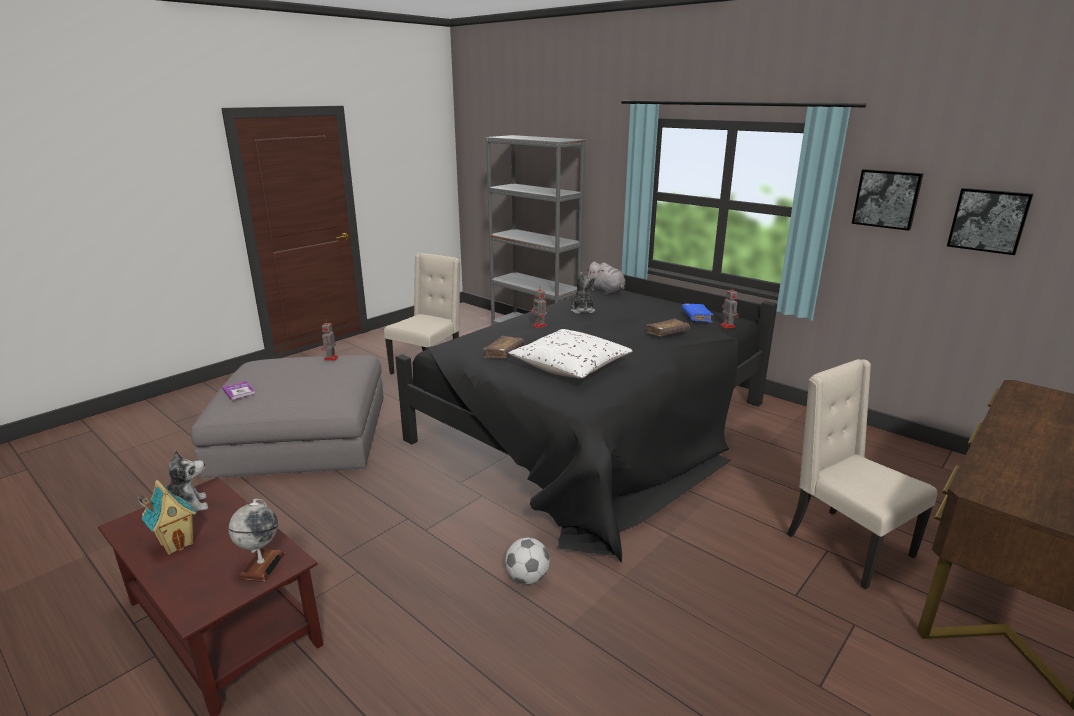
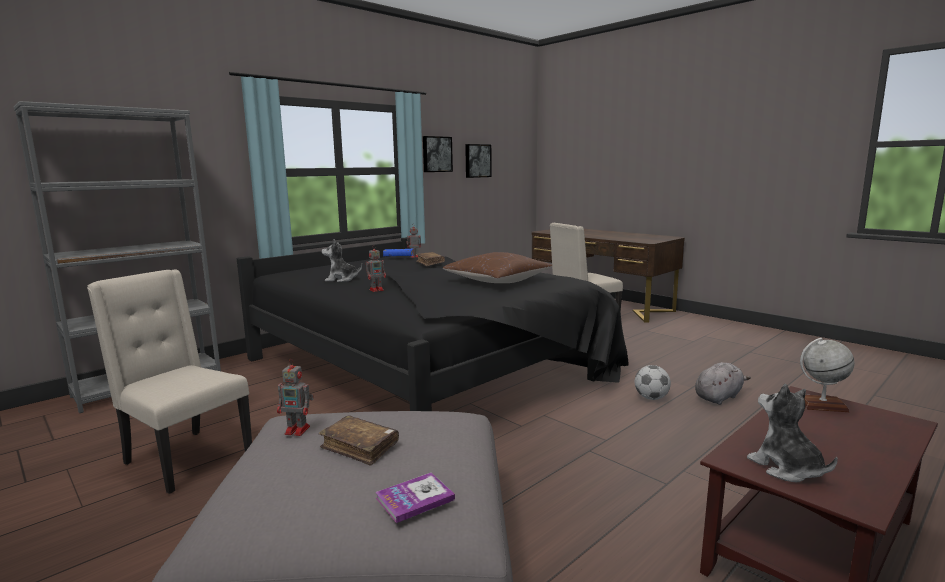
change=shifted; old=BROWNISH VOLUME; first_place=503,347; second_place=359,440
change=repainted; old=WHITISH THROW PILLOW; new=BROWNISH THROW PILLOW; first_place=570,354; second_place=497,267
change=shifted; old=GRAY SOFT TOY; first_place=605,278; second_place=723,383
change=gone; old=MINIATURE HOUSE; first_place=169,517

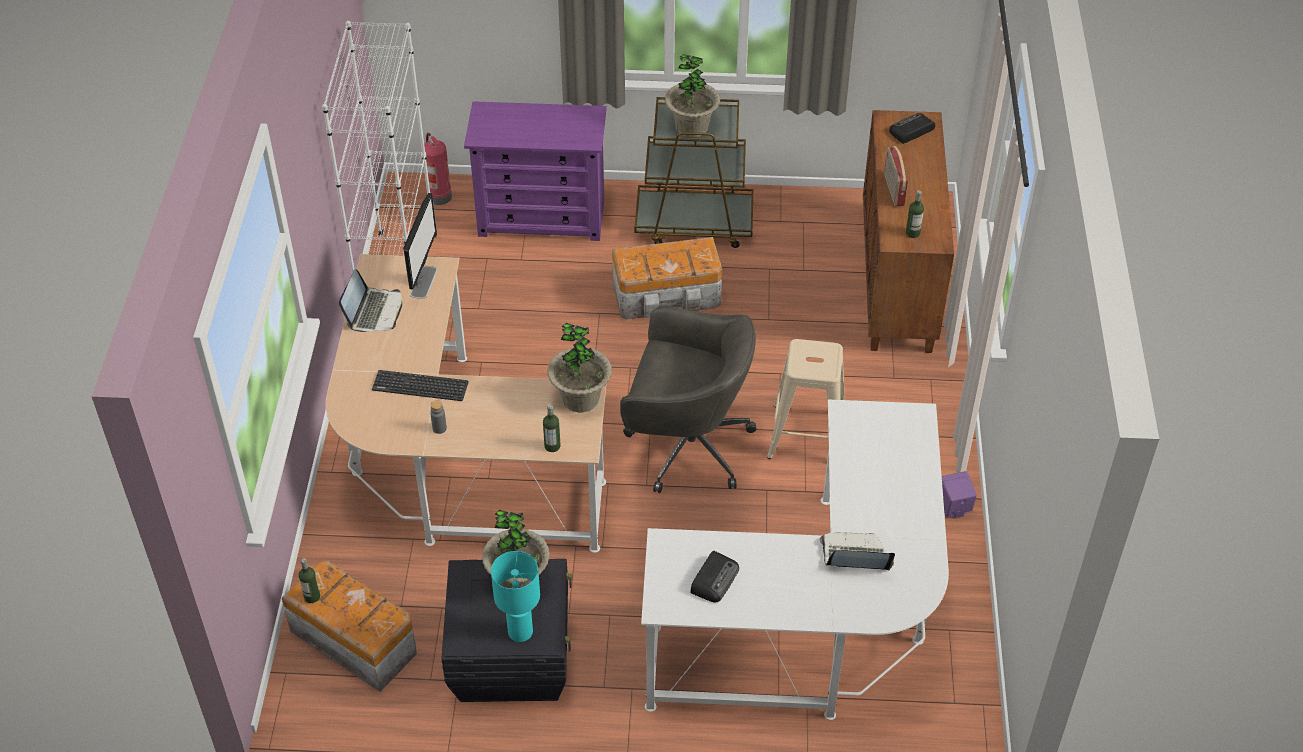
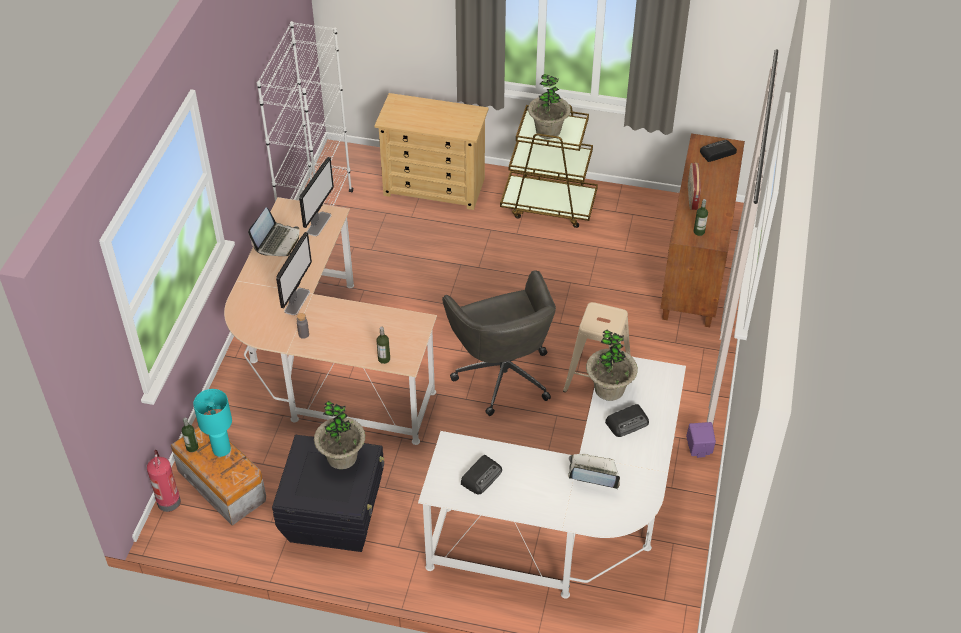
change=shifted; old=EXTINGUISHER; first_place=438,169; second_place=164,481
change=shifted; old=TURQUOISE-COLOURED TABLE LAMP; first_place=515,596; second_place=212,423
change=swapped; old=KEYBOARD; new=MONITOR; first_place=420,385; second_place=294,273
change=repainted; old=PURPLISH DRESSER; new=BEIGE-COLOURED DRESSER; first_place=535,171; second_place=431,151
change=rotated; old=GRAY COMPUTER CHAIR; first_place=688,399; second_place=499,343; degrees=45
change=shifted; old=PLANT IN A POT; first_place=579,367; second_place=612,365
change=new; new=RADIO SET; second_place=627,420
change=gone; old=STORAGE BIN; first_place=667,278

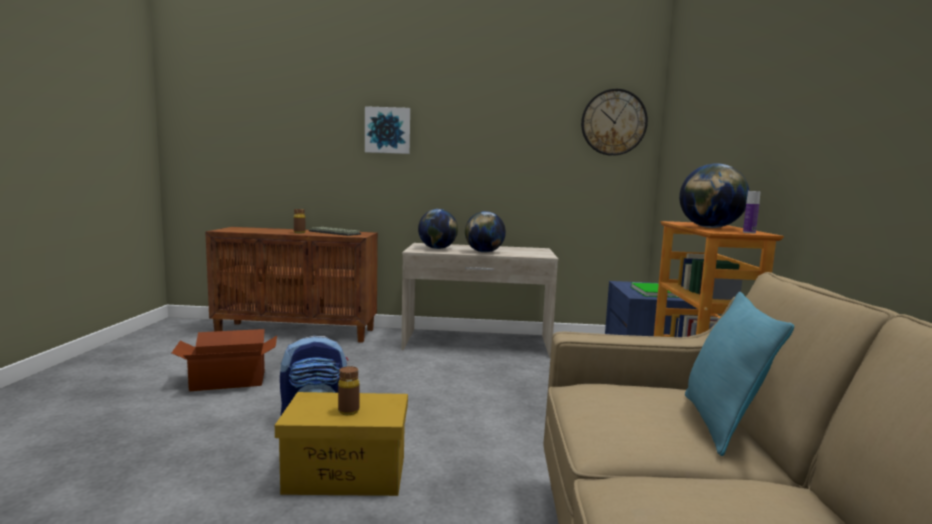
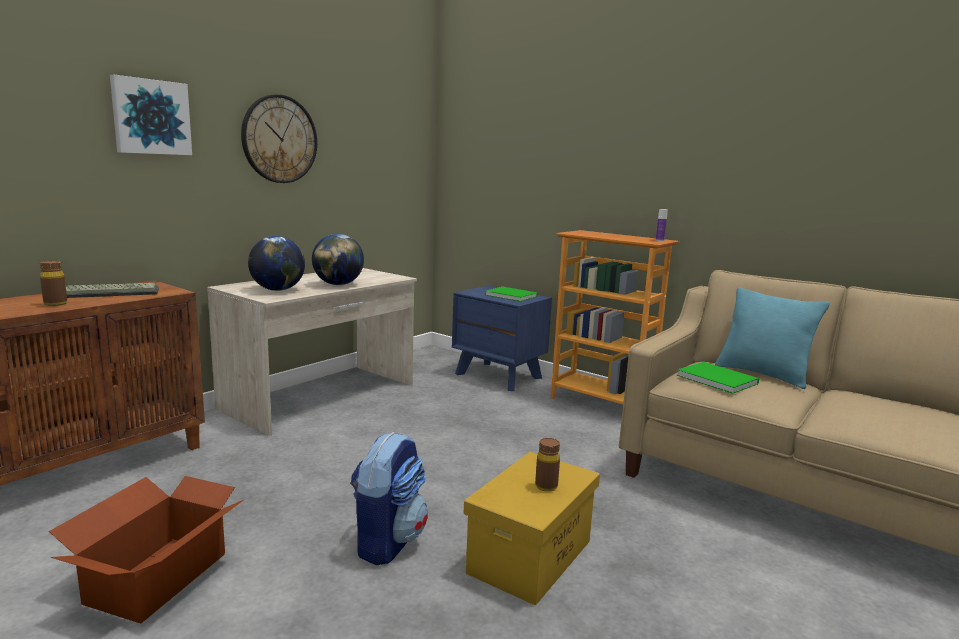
change=shifted; old=HANGING CLOCK; first_place=614,122; second_place=279,138
change=new; new=GREEN-COLOURED VOLUME; second_place=718,378
change=gone; old=GLOBE; first_place=714,195

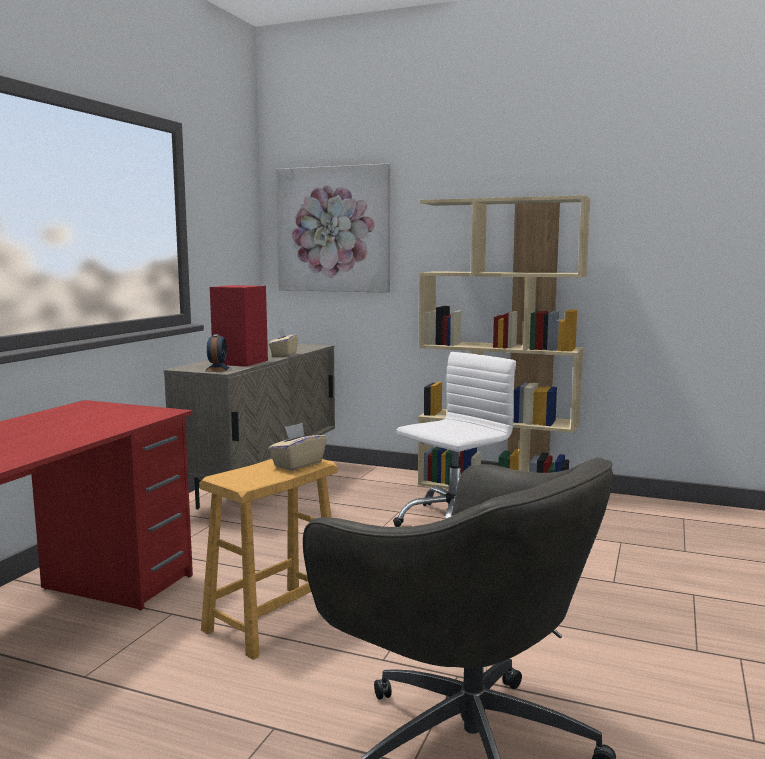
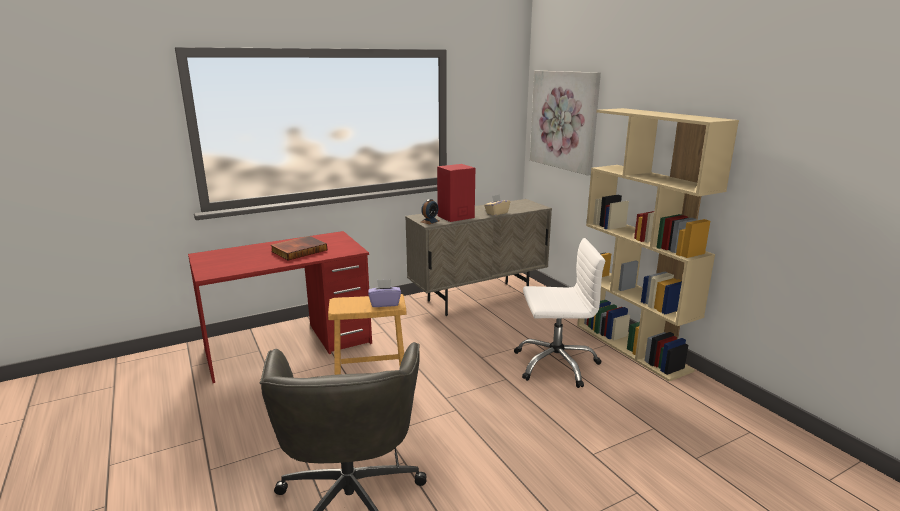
change=new; new=VOLUME; second_place=299,248
change=repainted; old=BEIGE-COLOURED BOX OF TISSUES; new=PURPLISH BOX OF TISSUES; first_place=297,447; second_place=384,293

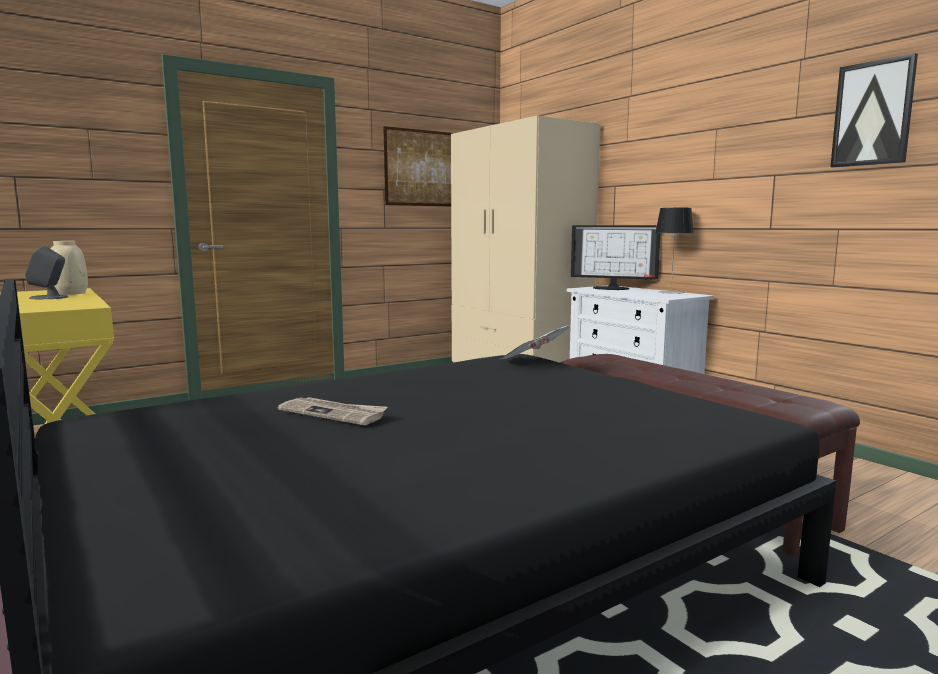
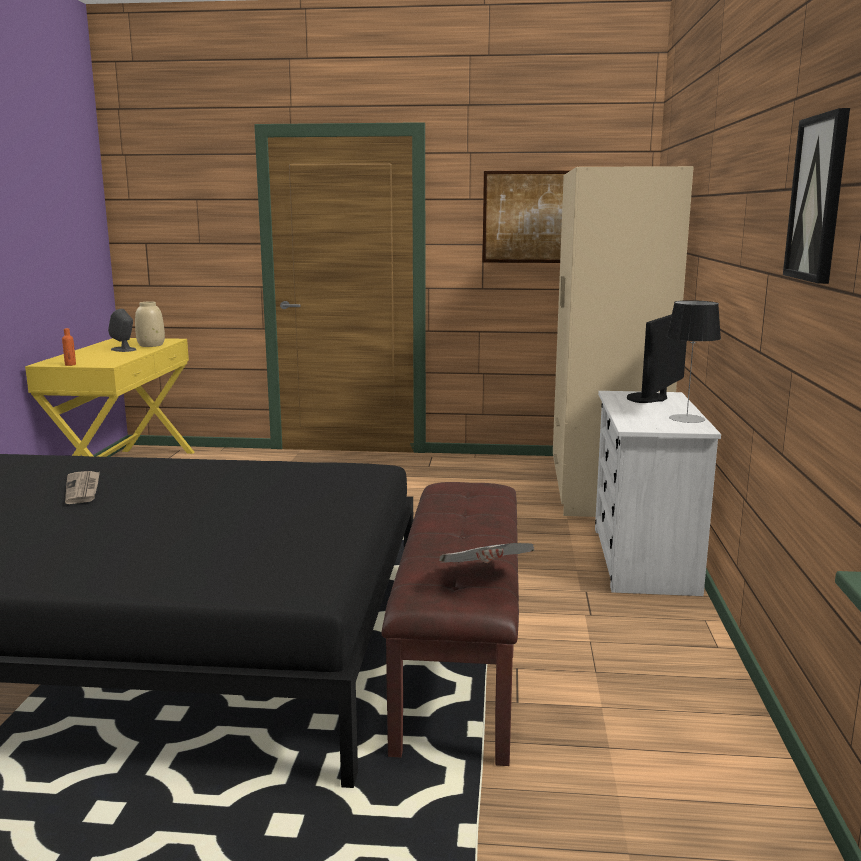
change=new; new=ORANGE BEVERAGE BOTTLE; second_place=69,347
change=shifted; old=DAILY PAPER; first_place=535,342; second_place=487,553
change=rotated; old=MONITOR; first_place=616,257; second_place=657,358; degrees=60

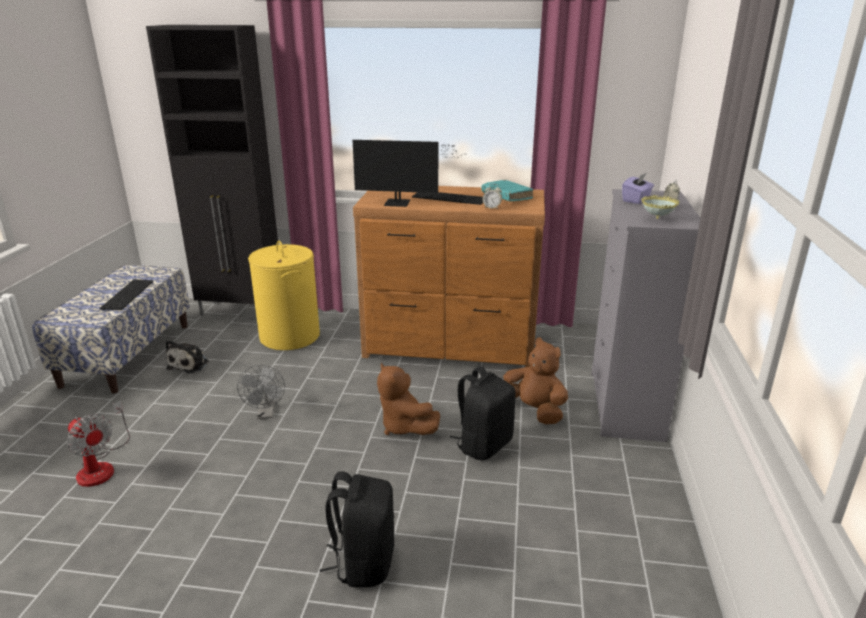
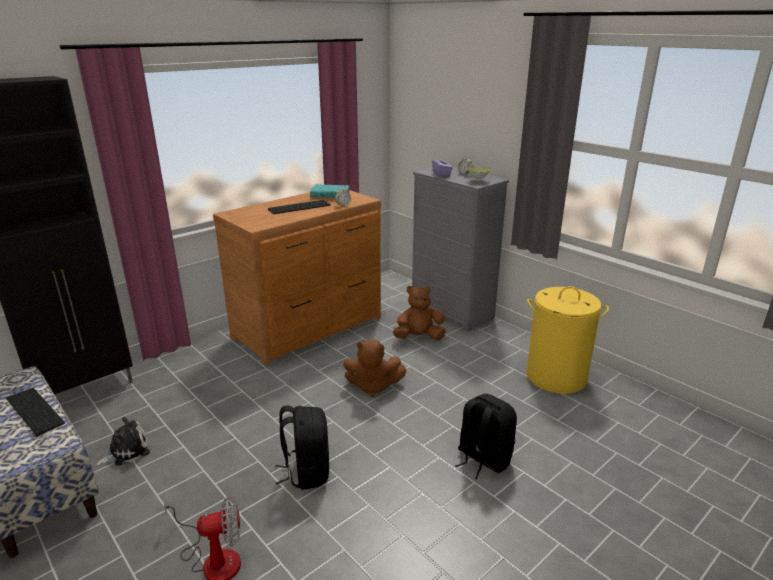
change=rotated; old=SOFT TOY; first_place=187,356; second_place=122,441; degrees=-90
change=shifted; old=BLACK-COLOURED BACKPACK; first_place=483,413; second_place=302,447
change=shifted; old=YELLOW LAUNDRY BASKET; first_place=284,295; second_place=567,340
change=gone; old=GRAY ELECTRIC FAN; first_place=261,392
change=gone; old=MONITOR; first_place=410,173

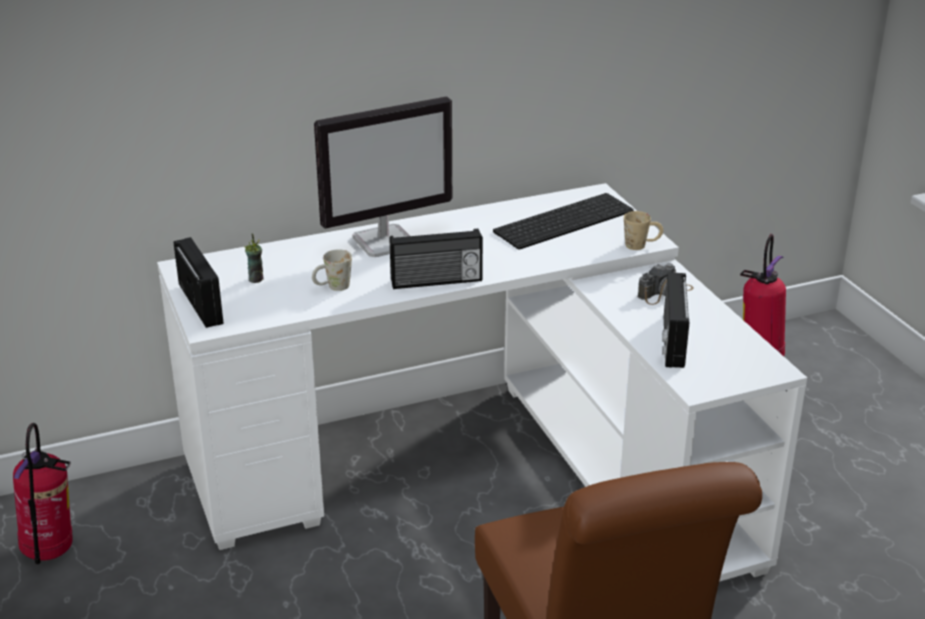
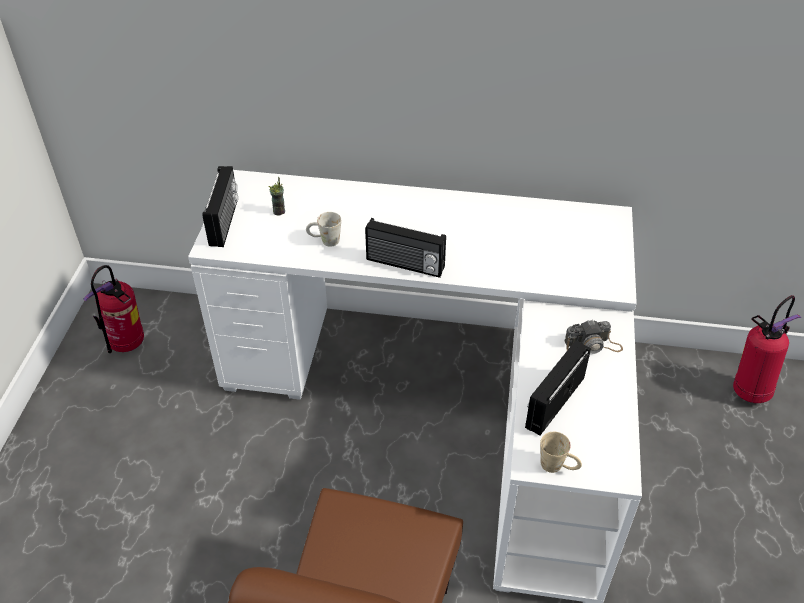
change=shifted; old=BEIGE-COLOURED COFFEE MUG; first_place=643,230; second_place=561,452
change=gone; old=MONITOR; first_place=383,176
change=gone; old=KEYBOARD; first_place=563,221

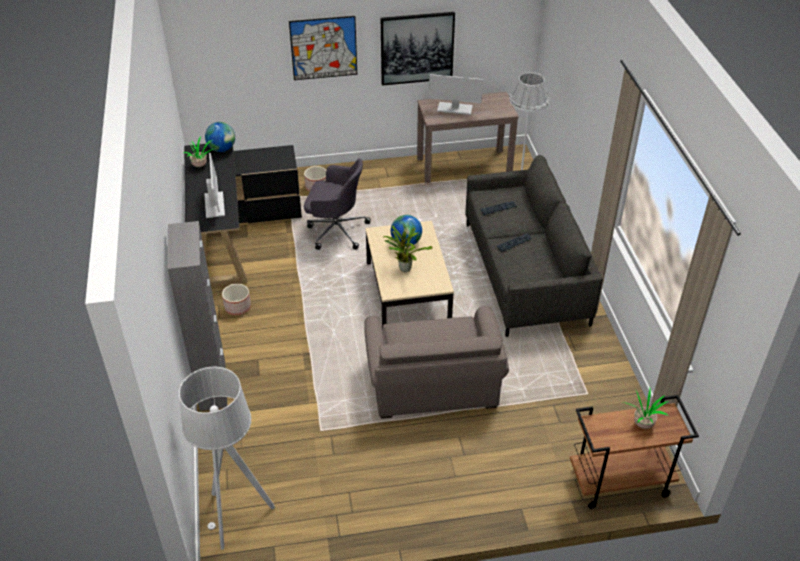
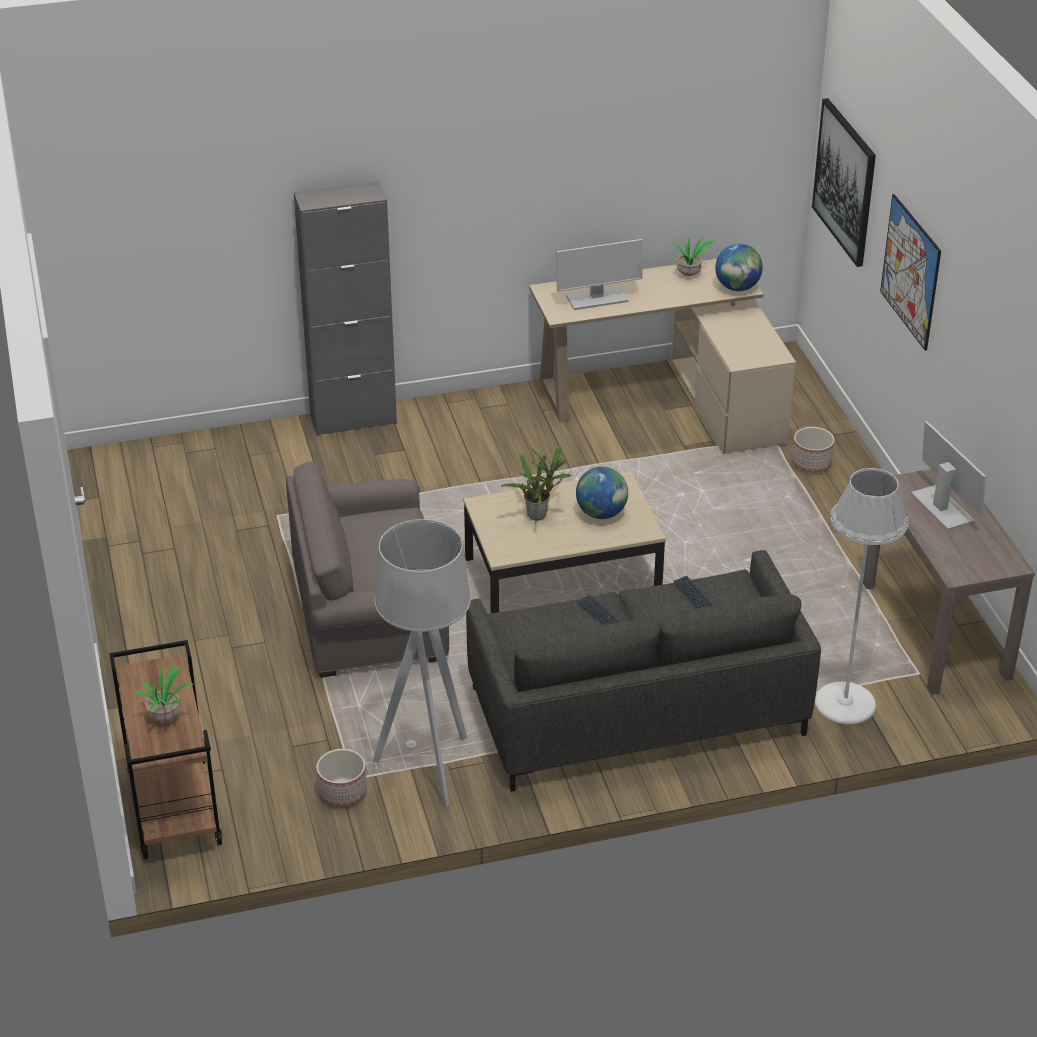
change=shifted; old=FLOWER POT; first_place=236,299; second_place=341,778
change=shifted; old=GRAY STANDING LAMP; first_place=227,458; second_place=422,662
change=repainted; old=BLACK-COLOURED DESK TABLE; new=BEIGE-COLOURED DESK TABLE; first_place=243,215; second_place=662,356
change=shifted; old=WALL PICTURE; first_place=418,49; second_place=844,182
change=rotated; old=MONITOR; first_place=456,94; second_place=948,476; degrees=150
change=gone; old=GRAY COMPUTER CHAIR; first_place=337,204

